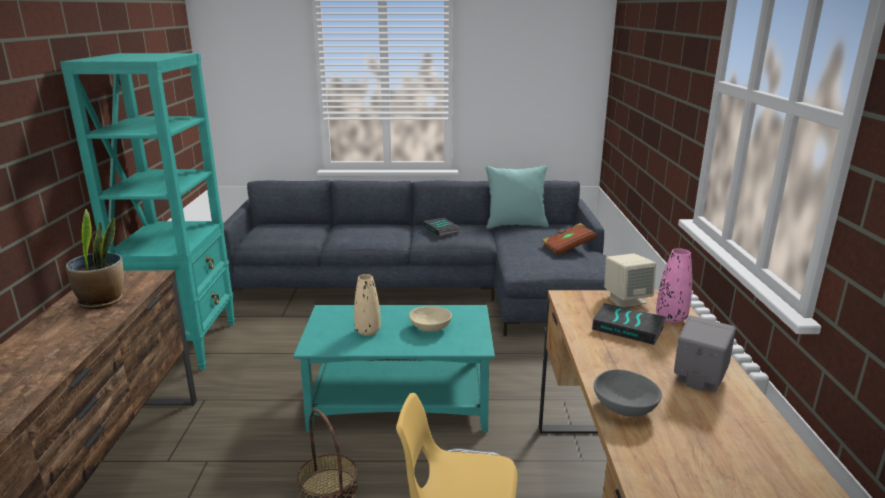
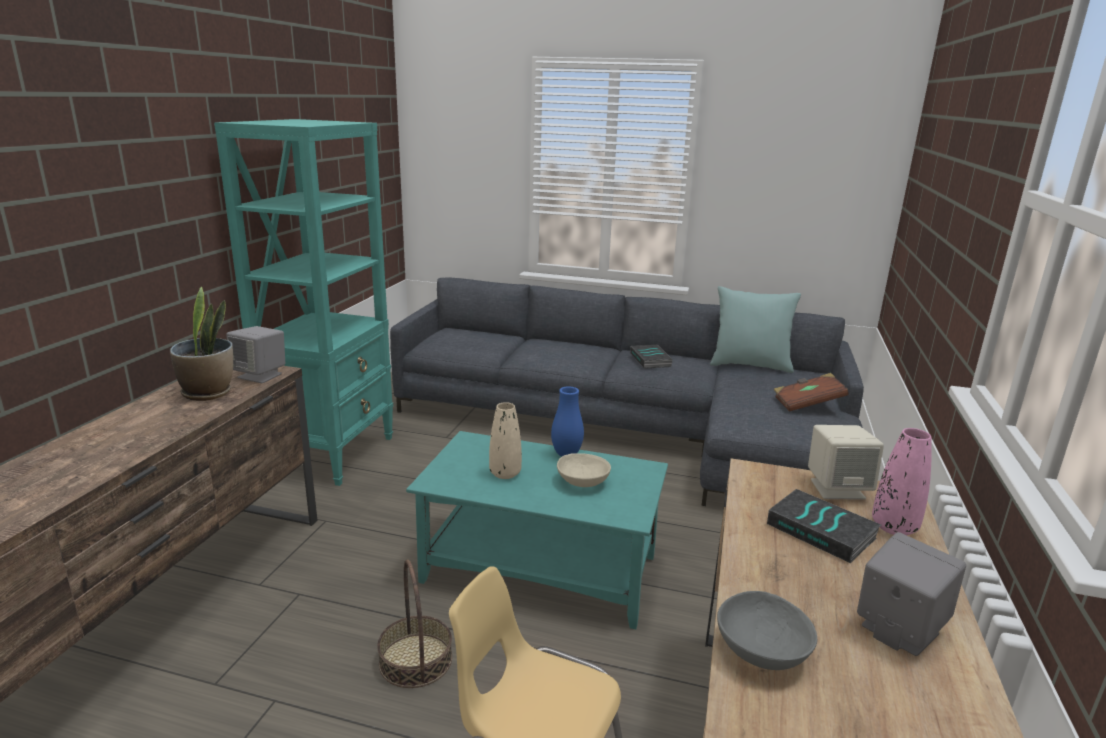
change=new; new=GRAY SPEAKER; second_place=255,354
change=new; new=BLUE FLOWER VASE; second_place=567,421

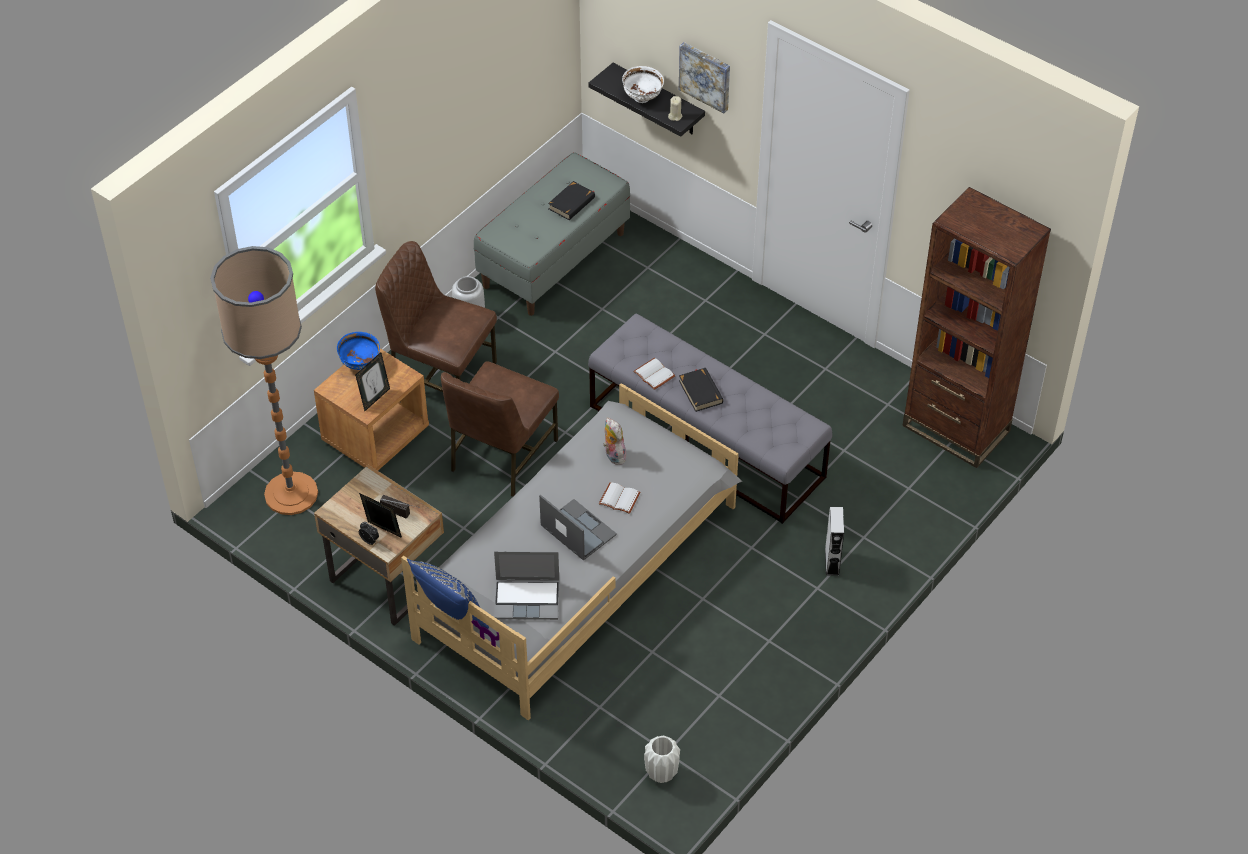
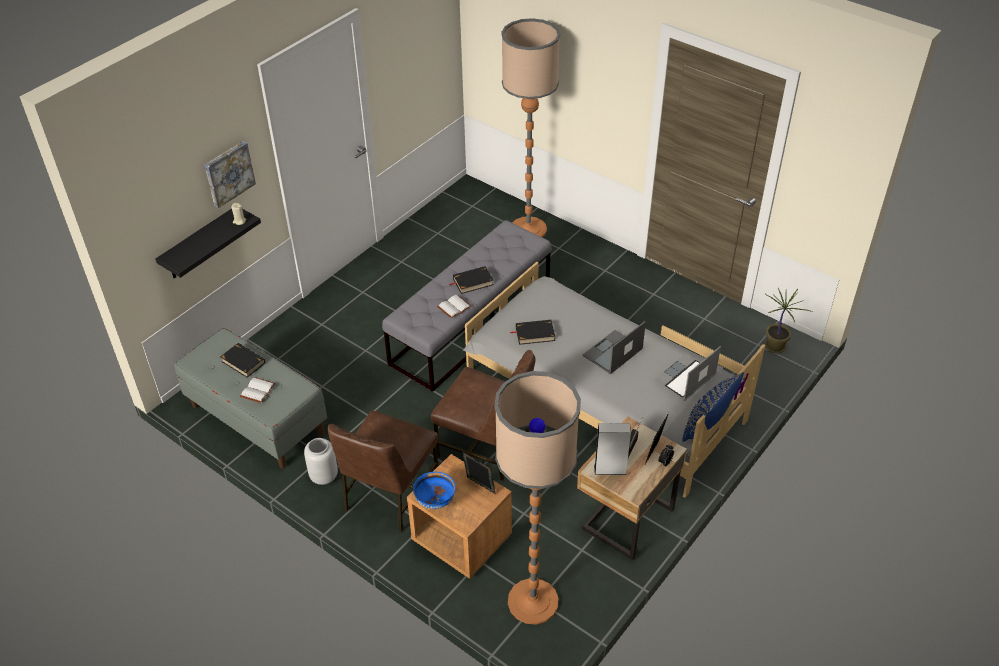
change=shifted; old=WHITISH VOLUME; first_place=619,498; second_place=257,390
change=new; new=STANDING LAMP; second_place=530,127
change=swapped; old=SOFT TOY; new=BLACK-COLOURED VOLUME; first_place=614,441; second_place=533,332
change=shifted; old=GRAY SPEAKER; first_place=834,541; second_place=612,449
change=rotated; old=NOTEBOOK COMPUTER; first_place=526,585; second_place=687,373; degrees=-135
change=swapped; old=WHITISH FLOWER VASE; new=PLANT IN A POT; first_place=662,759; second_place=788,320
change=gone; old=WHITISH DEEP DISH; first_place=643,84
change=gone; old=BROWNISH SHELVING UNIT; first_place=976,327

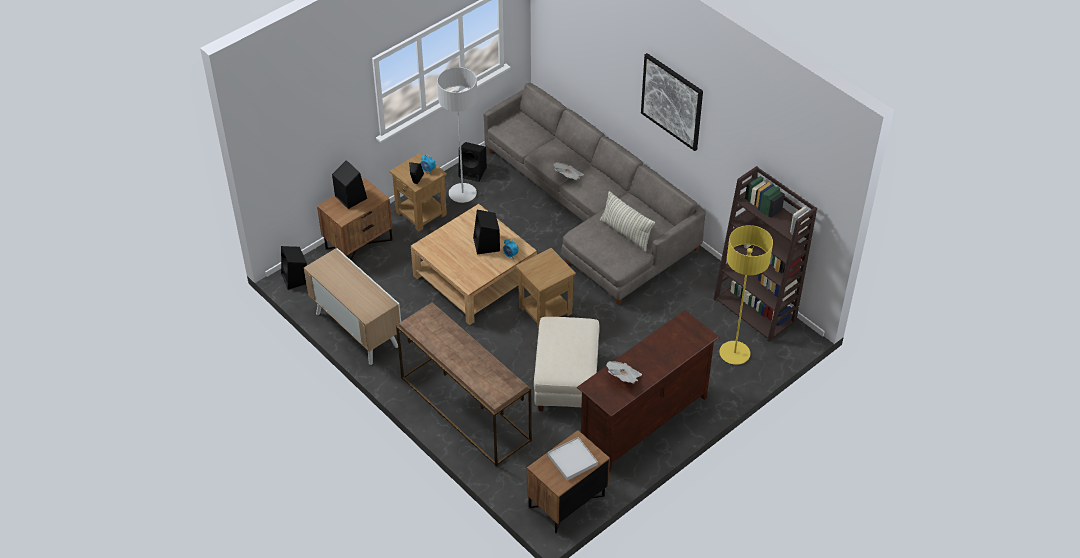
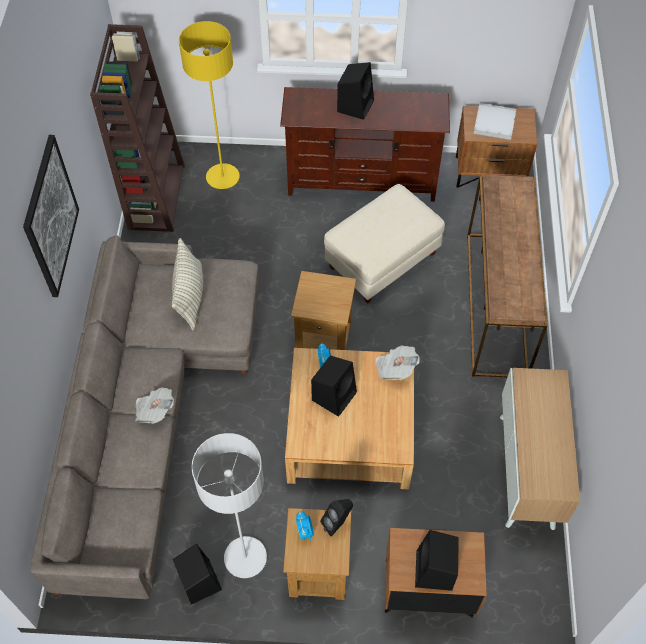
change=shifted; old=BLACK-COLOURED SPEAKER; first_place=294,268; second_place=355,91
change=shifted; old=DAILY PAPER; first_place=624,372; second_place=397,362

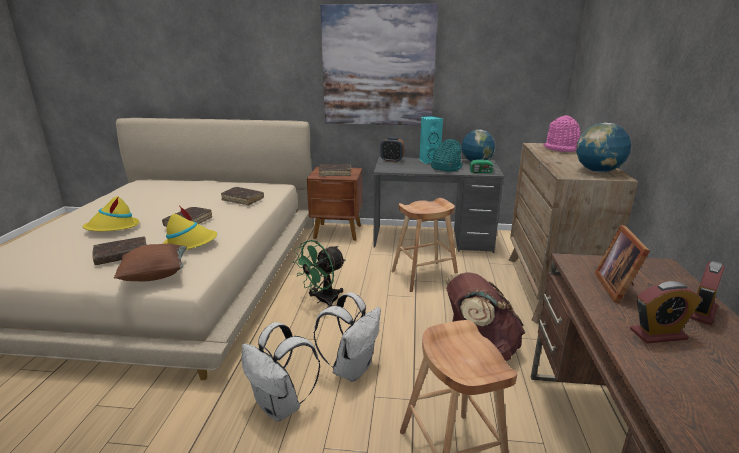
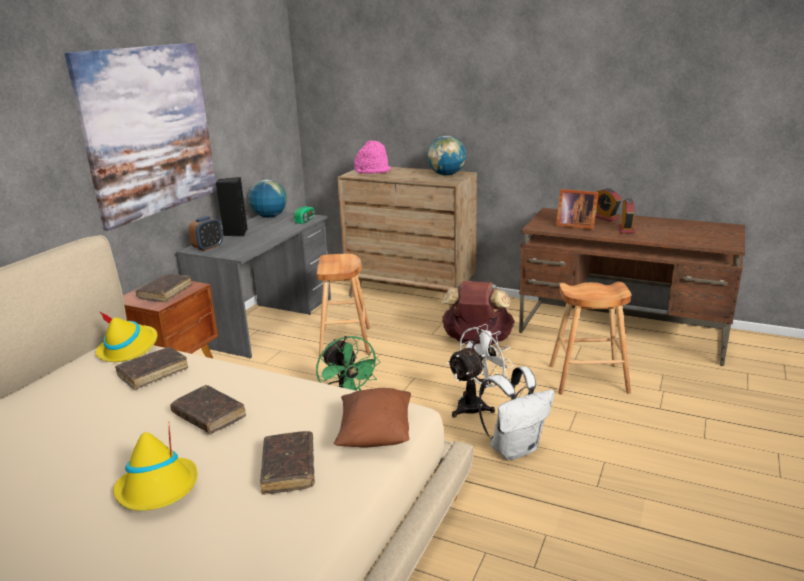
change=shifted; old=YELLOW CLOTHING HAT; first_place=189,228; second_place=126,337
change=repainted; old=TURQUOISE-COLOURED SPEAKER; new=BLACK-COLOURED SPEAKER; first_place=431,140; second_place=232,206
change=swapped; old=WHITISH BACKPACK; new=WHITISH ELECTRIC FAN; first_place=347,337; second_place=480,371
change=gone; old=TURQUOISE-COLOURED CLOTHING HAT; first_place=446,155

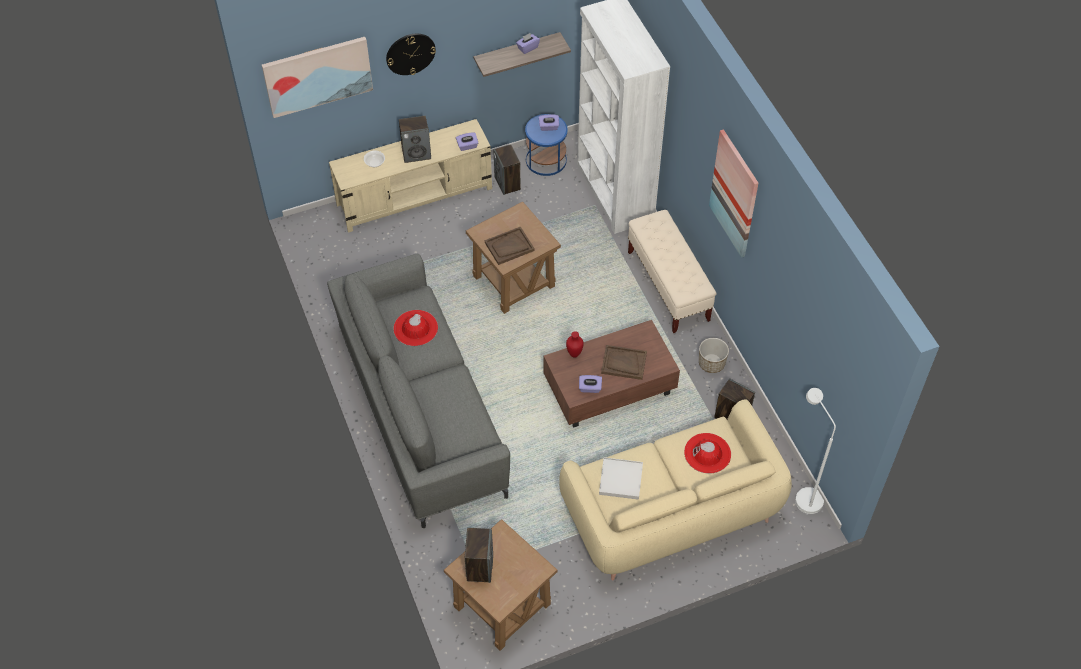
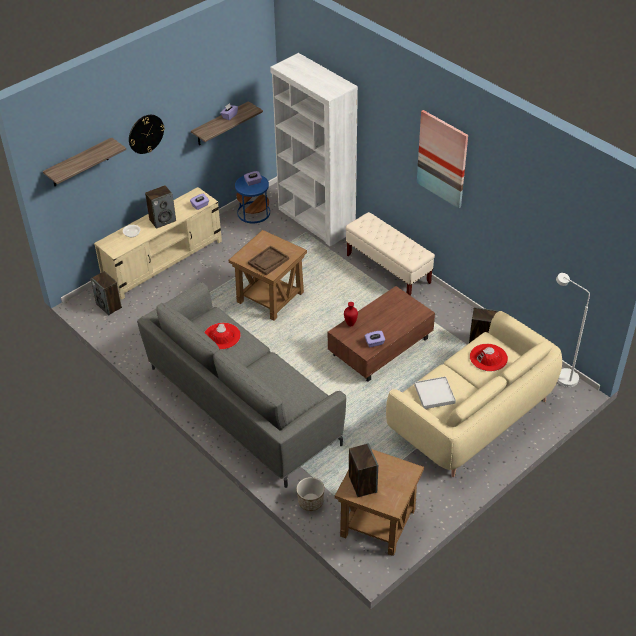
change=swapped; old=WALL PICTURE; new=BRACKET SHELF; first_place=317,77; second_place=84,161
change=shifted; old=SPEAKER; first_place=507,170; second_place=106,293
change=shifted; old=FLOWER POT; first_place=714,355; second_place=311,494
change=gone; old=BROWNISH CARRYING TRAY; first_place=624,362

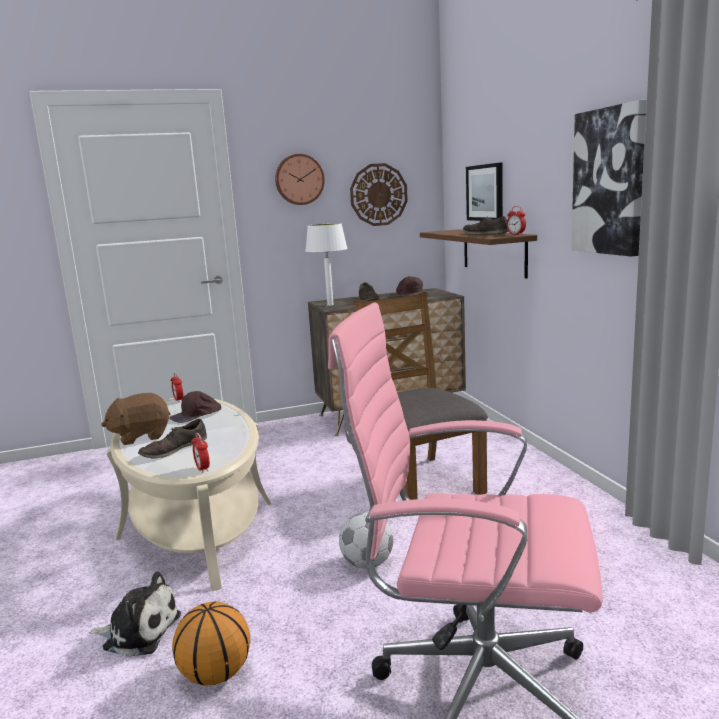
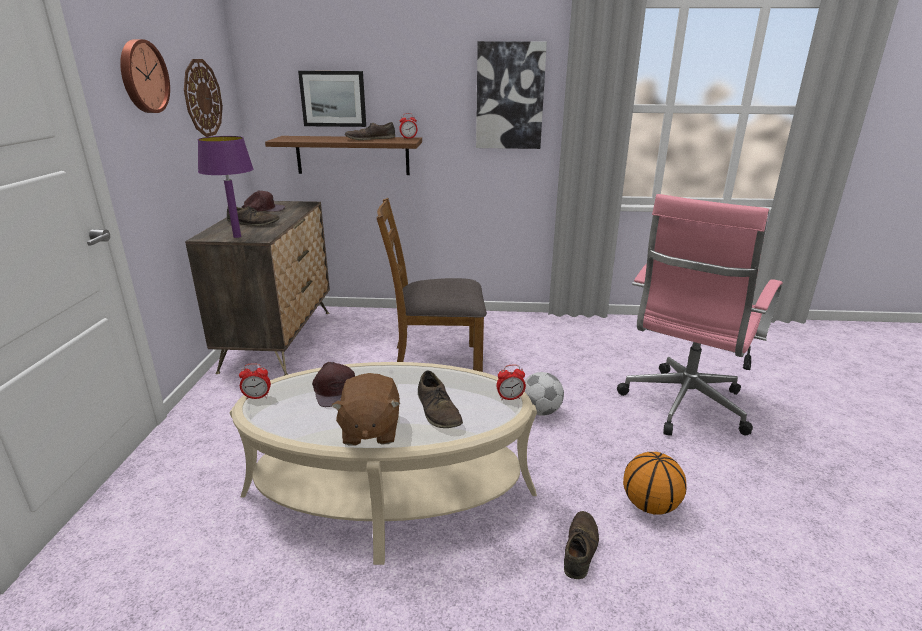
change=repainted; old=WHITISH TABLE LAMP; new=PURPLISH TABLE LAMP; first_place=326,264; second_place=226,187
change=swapped; old=SOFT TOY; new=BROWNISH LOW SHOE; first_place=135,614; second_place=581,545

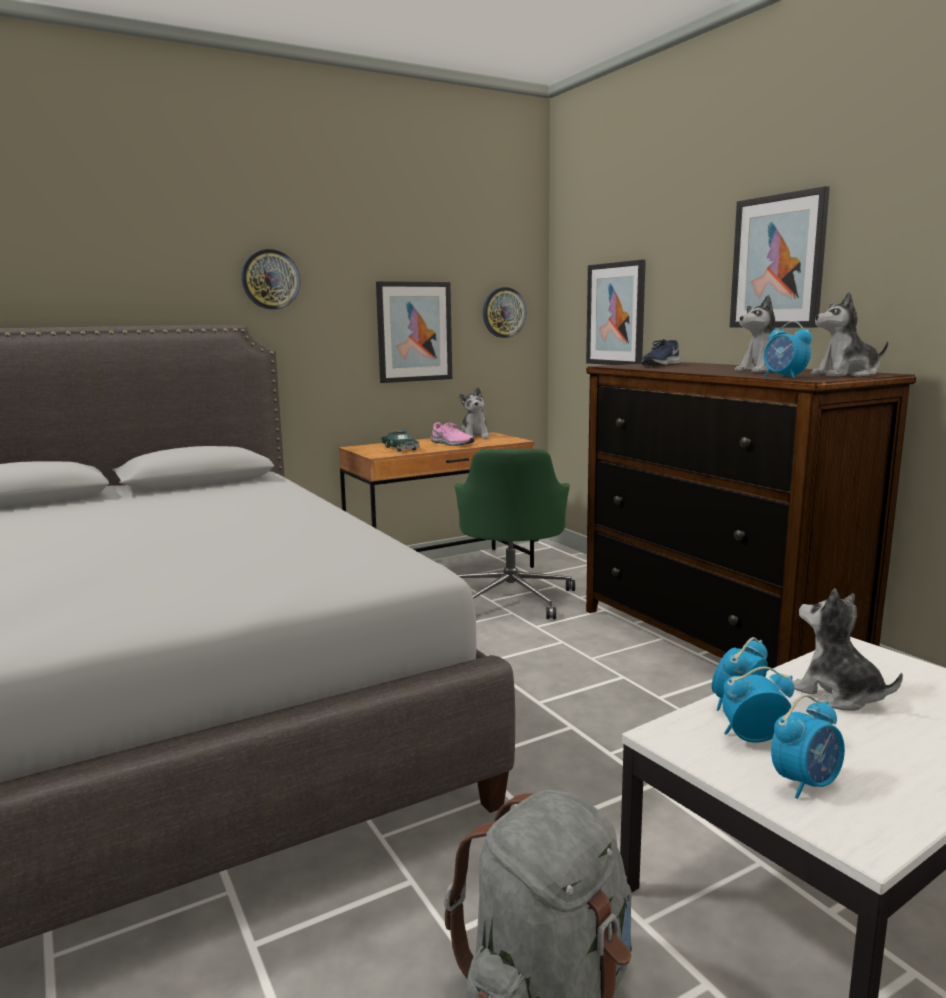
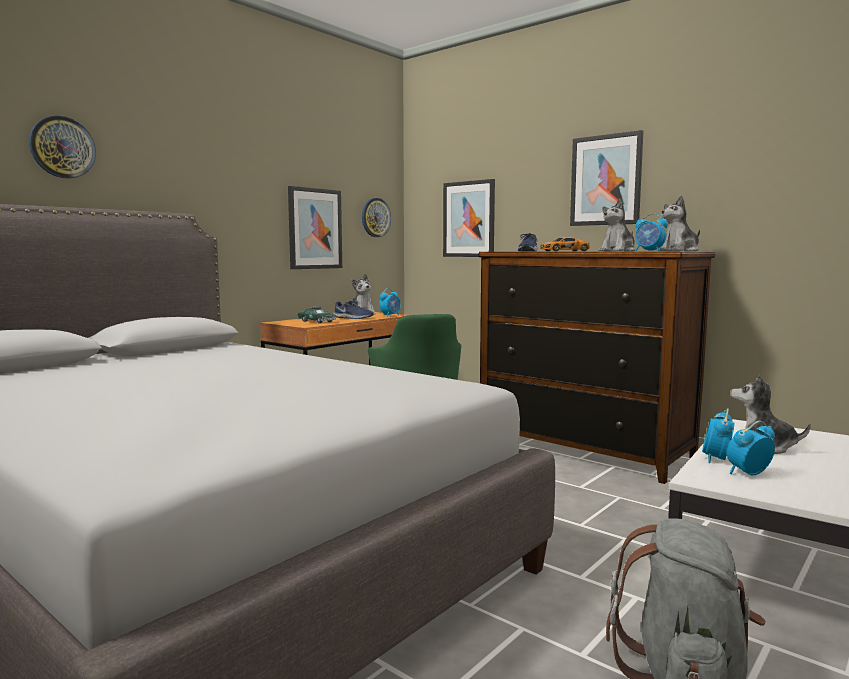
change=shifted; old=HANGING CLOCK; first_place=270,279; second_place=62,147
change=repainted; old=PINK LOW SHOE; new=BLUE LOW SHOE; first_place=452,434; second_place=353,310
change=shifted; old=ALARM CLOCK; first_place=808,747; second_place=390,302
change=new; new=MODEL CAR; second_place=565,244

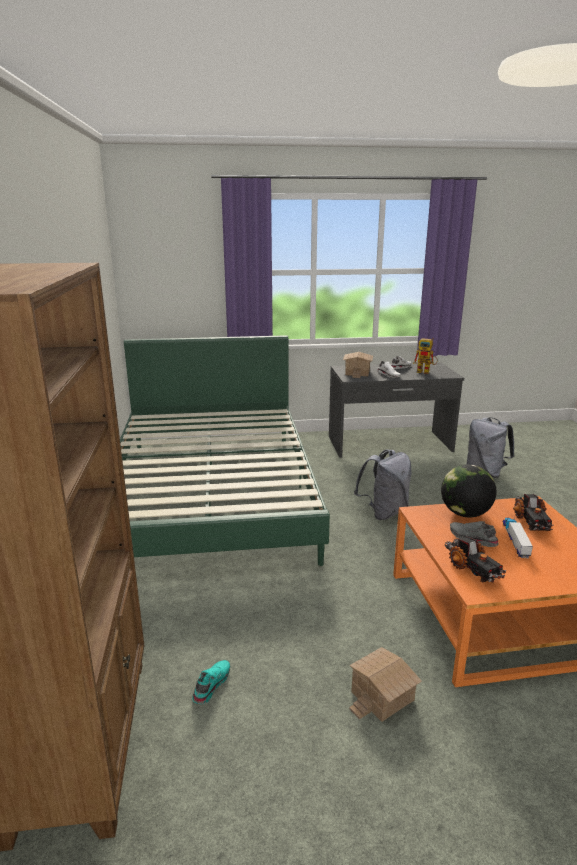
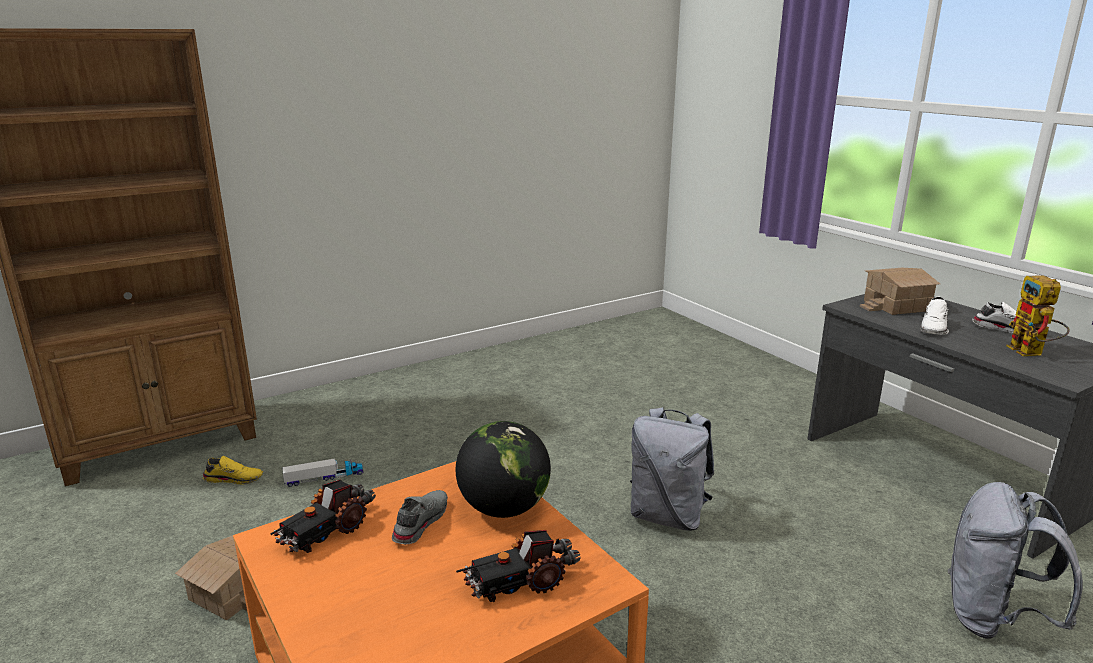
change=repainted; old=TURQUOISE-COLOURED LOW SHOE; new=YELLOW LOW SHOE; first_place=211,682; second_place=233,470
change=shifted; old=TOY TRUCK; first_place=518,538; second_place=323,472
change=gone; old=GREEN-COLOURED BED; first_place=225,450

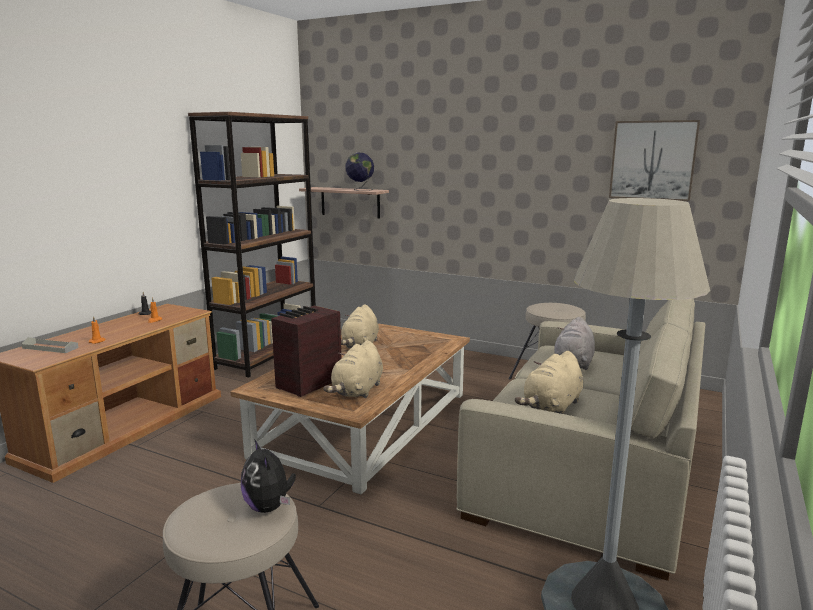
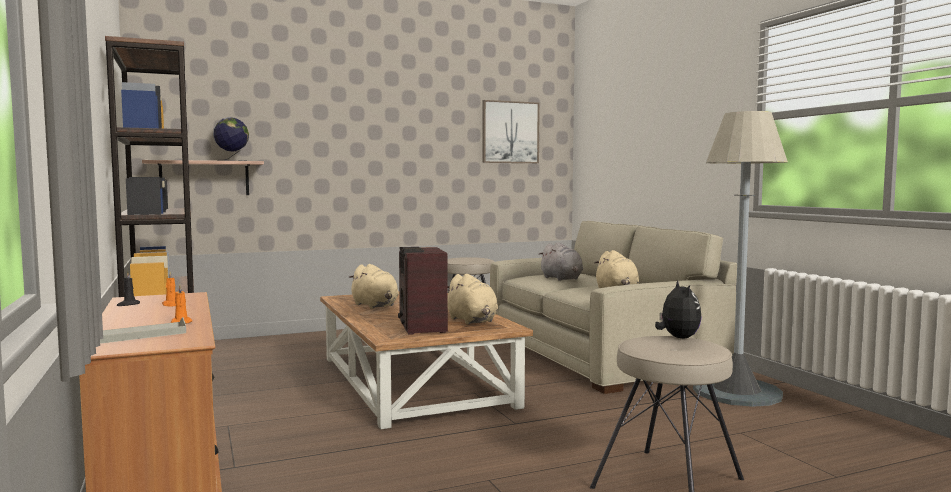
change=rotated; old=SOFT TOY; first_place=268,476; second_place=678,309; degrees=-105

